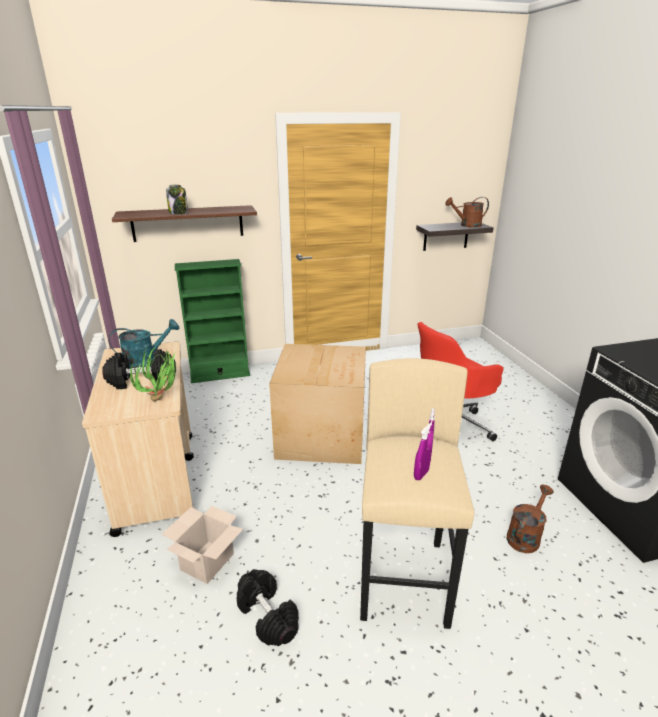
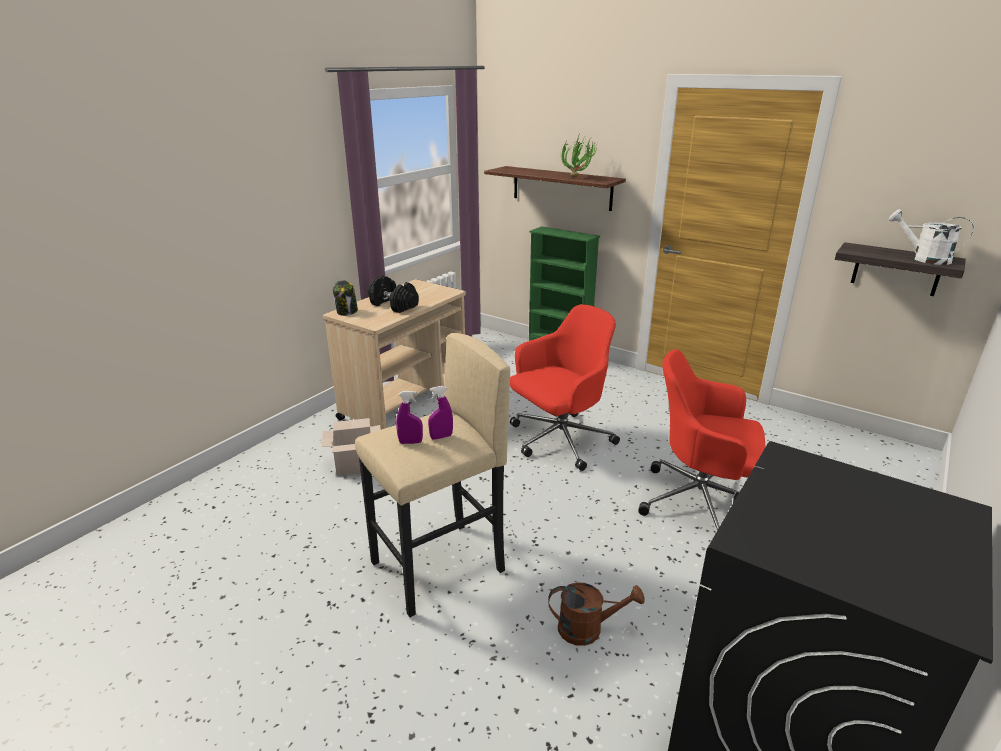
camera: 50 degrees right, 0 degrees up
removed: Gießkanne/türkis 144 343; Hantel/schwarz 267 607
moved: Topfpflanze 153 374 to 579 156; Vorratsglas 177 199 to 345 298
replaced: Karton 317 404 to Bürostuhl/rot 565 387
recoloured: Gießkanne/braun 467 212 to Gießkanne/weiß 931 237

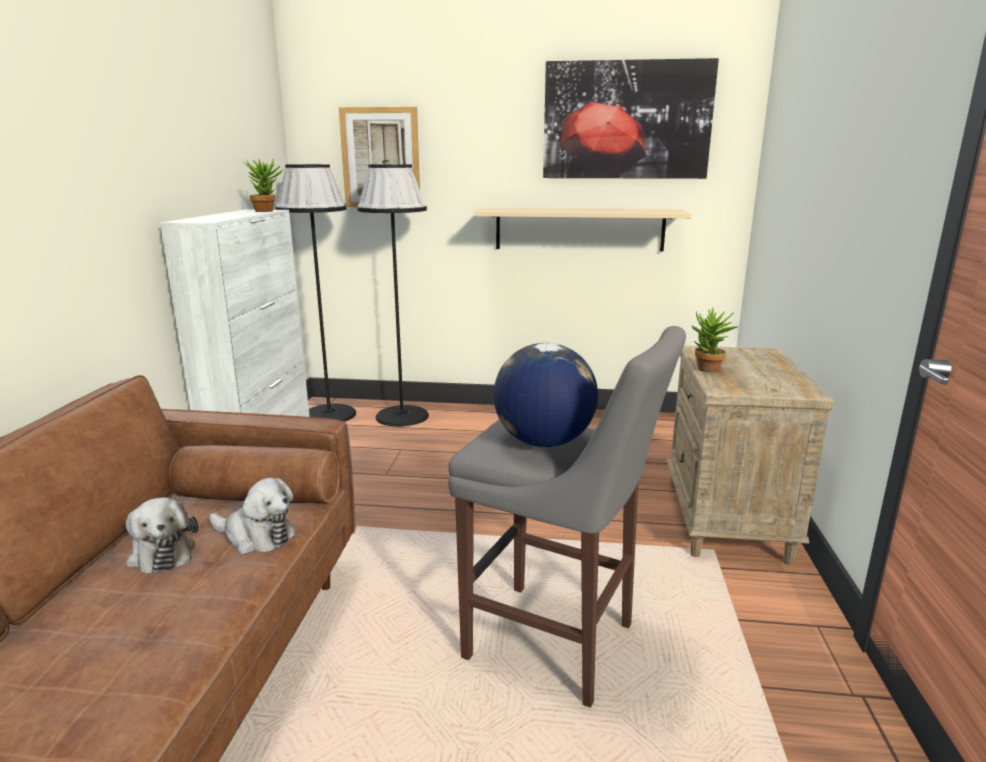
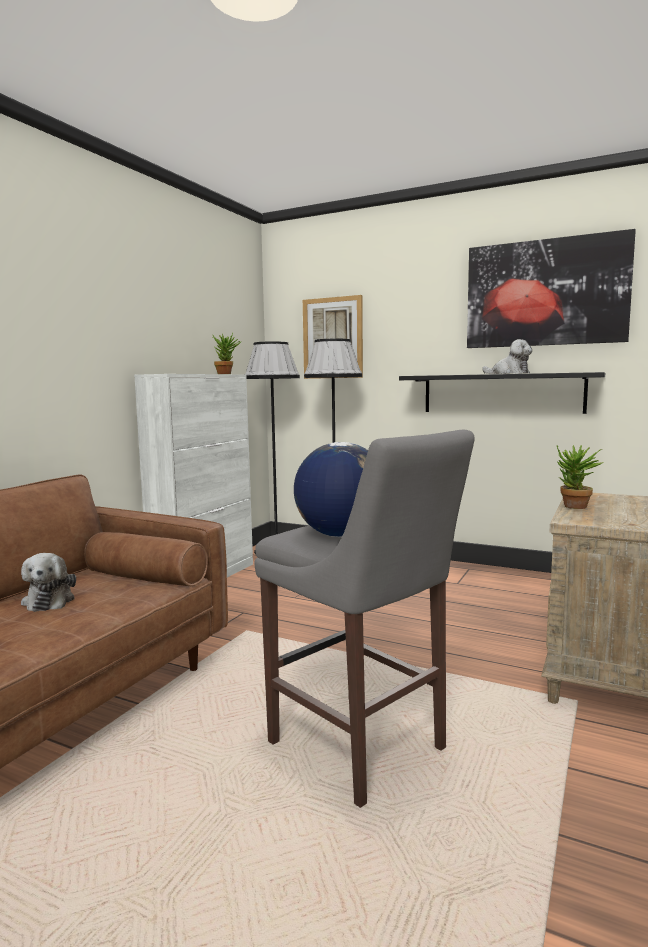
camera: 20 degrees right, 10 degrees down
moved: Plüschtier 252 516 to 507 356
recoloured: Wandregal/beige 582 230 to Wandregal/schwarz 502 393

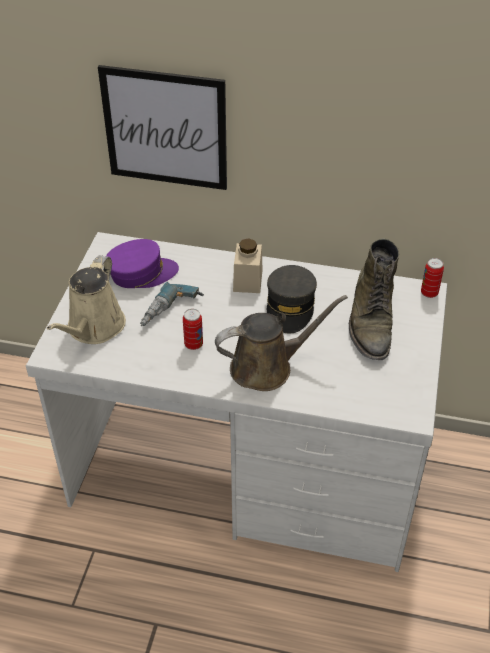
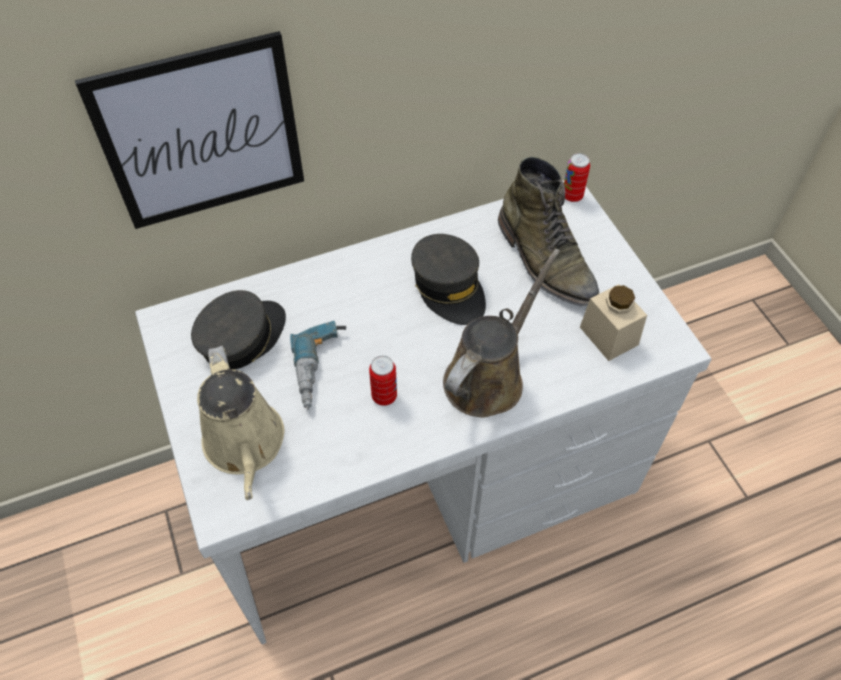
camera: 35 degrees left, 10 degrees up
moved: Vorratsglas/beige 248 265 to 613 322
recoloured: Kappe/lila 142 263 to Kappe/grau 238 330

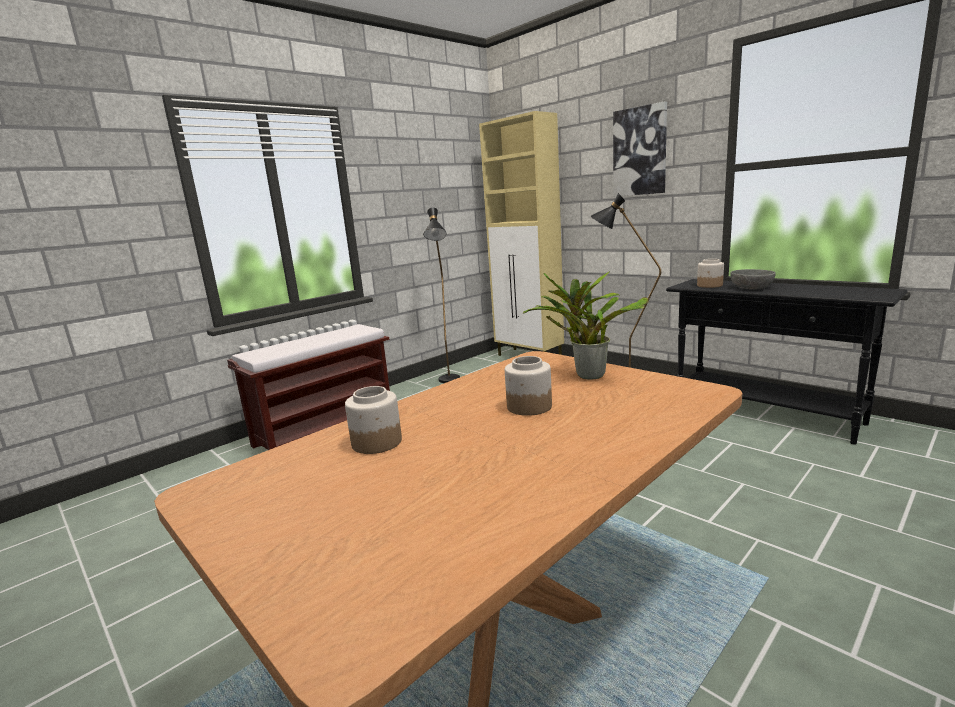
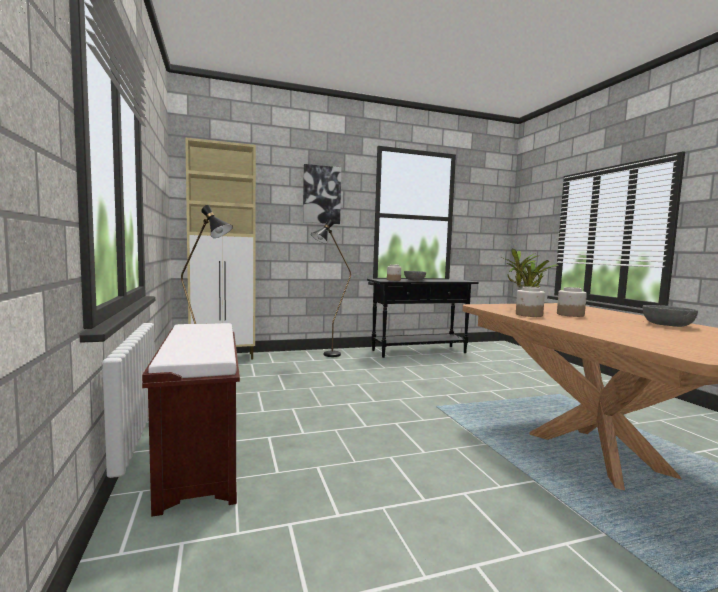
camera: 65 degrees left, 10 degrees down
added: Schüssel/grau 670 316
moved: Vorratsglas 373 420 to 530 302

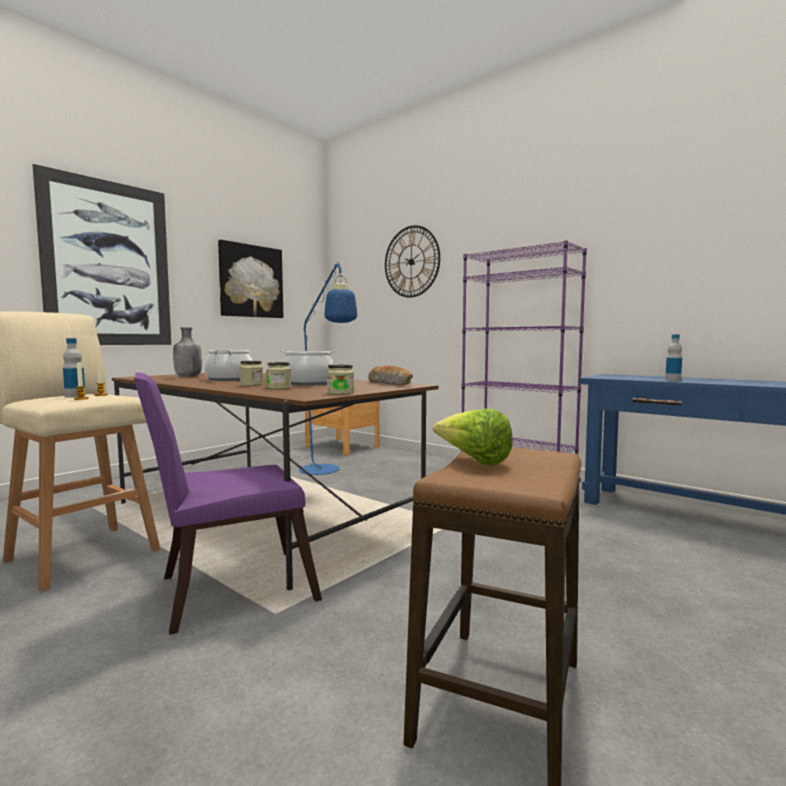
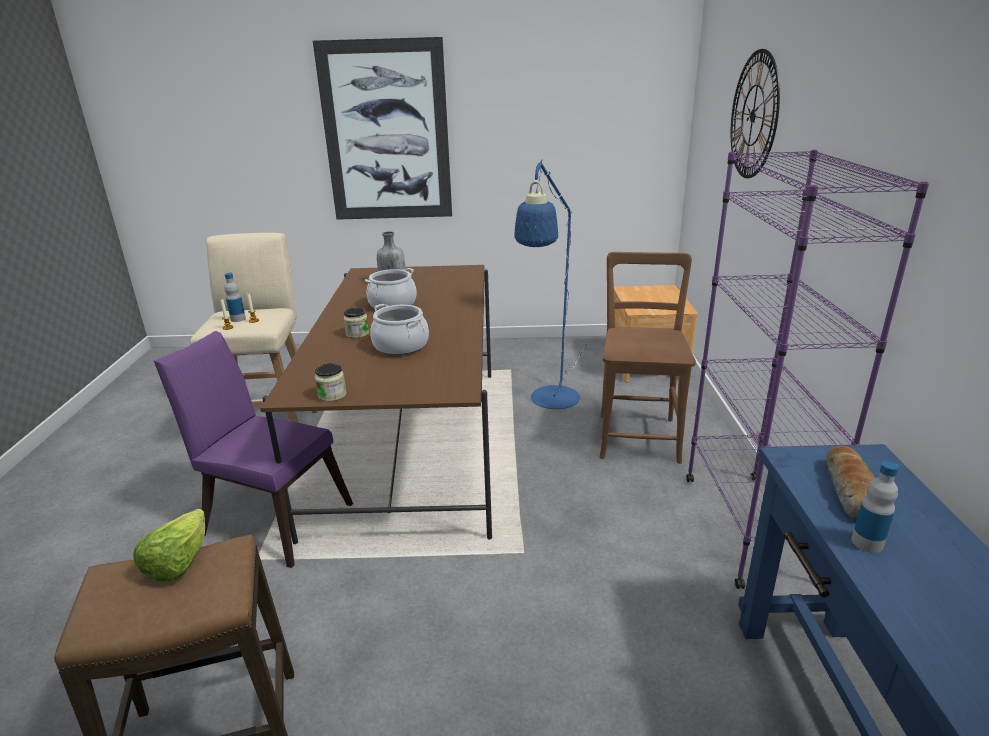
camera: 50 degrees right, 20 degrees up
removed: Bild 250 279; Vorratsglas 278 375
added: Stuhl/braun 648 358
moved: Brot 390 375 to 850 482

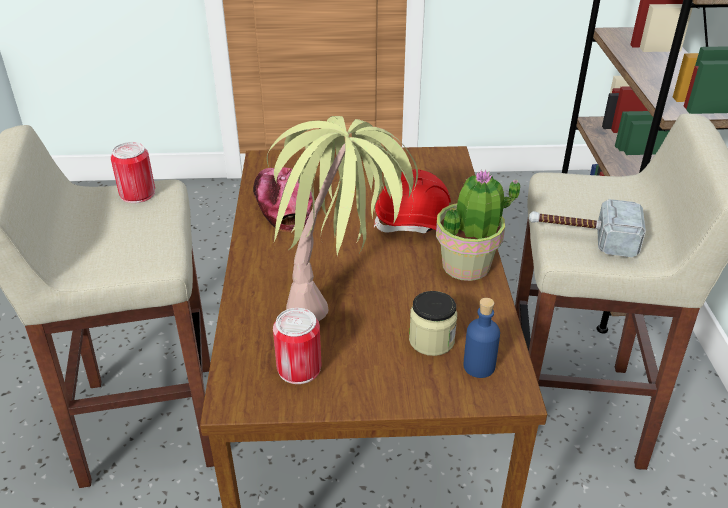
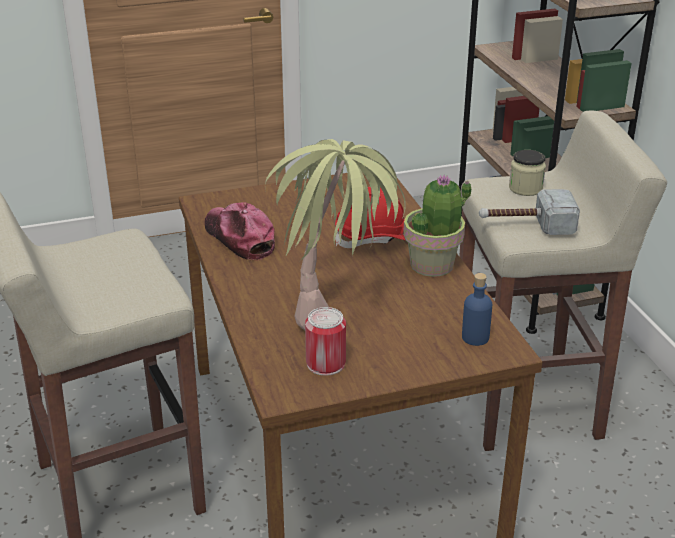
camera: 15 degrees left, 5 degrees down
removed: Dose 133 172
moved: Vorratsglas 433 323 to 527 173

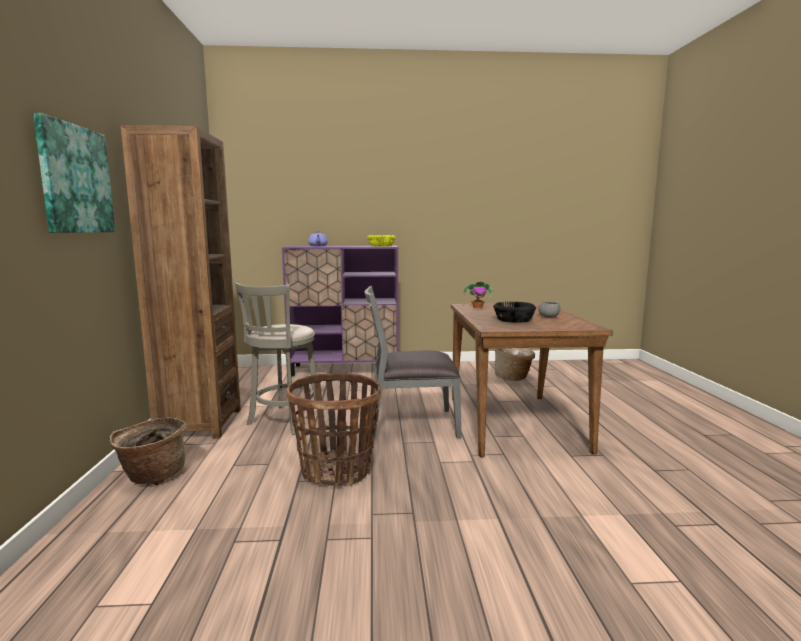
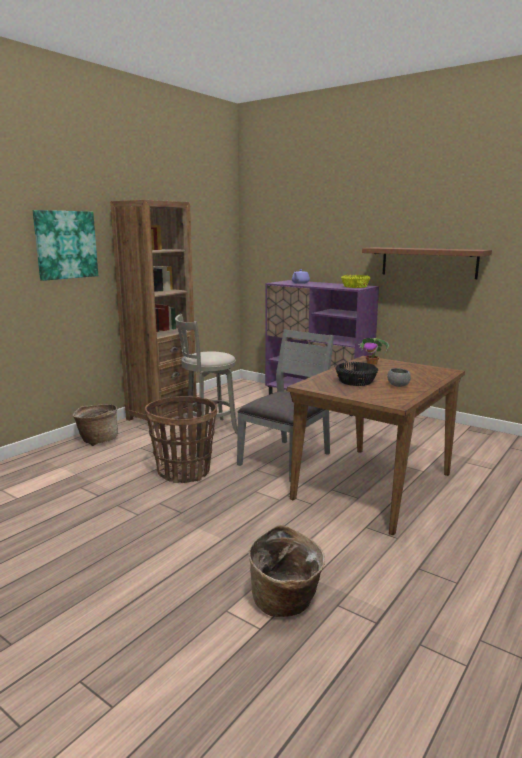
camera: 40 degrees right, 5 degrees up
added: Wandregal/braun 427 263
moved: Korb 514 364 to 287 571
turned: Stuhl/grau 413 362 = 285 405 90 degrees clockwise

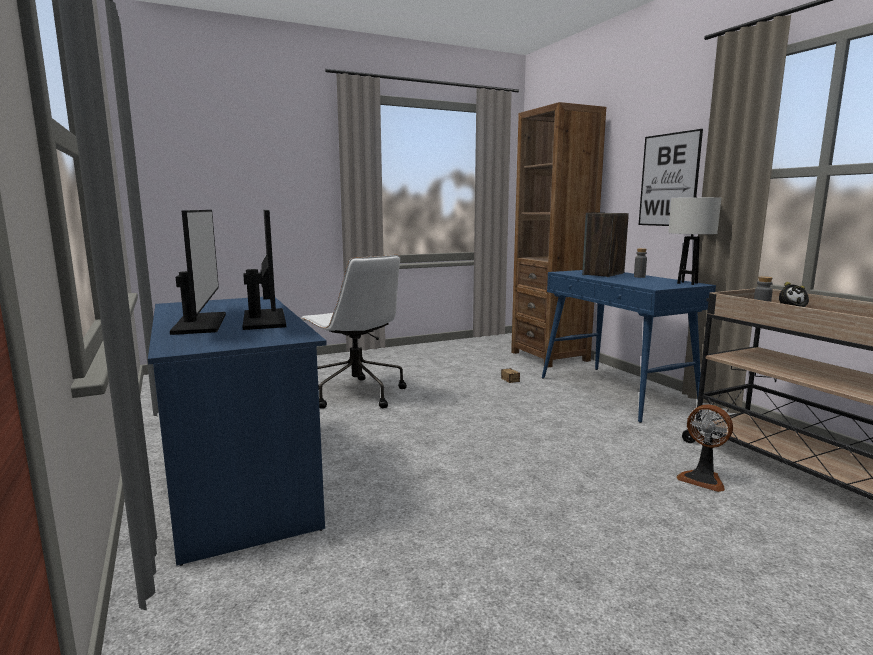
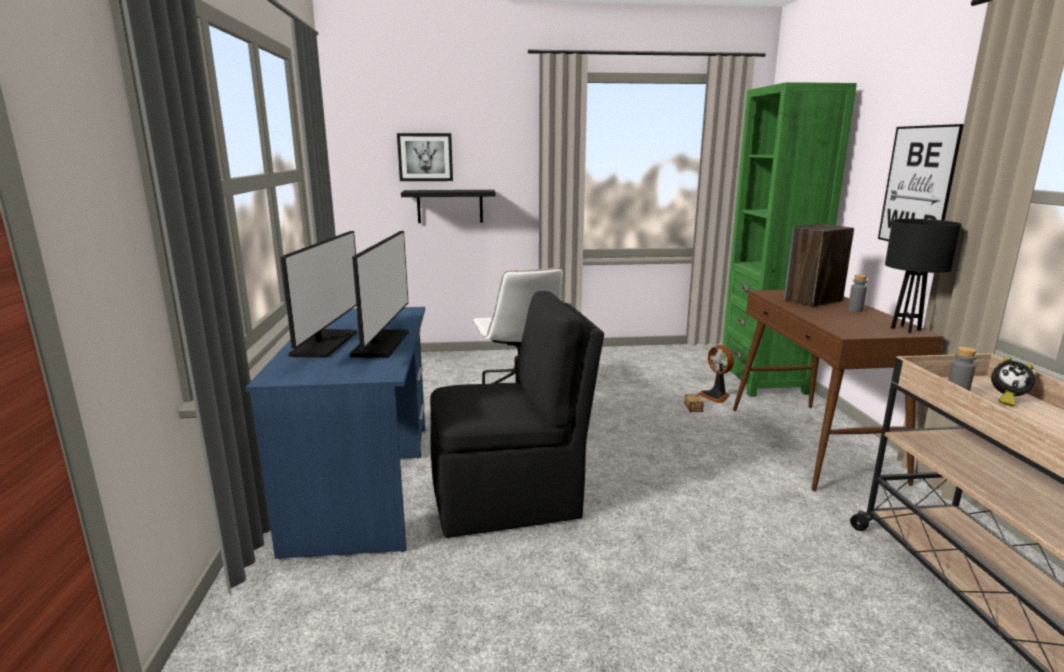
camera: 20 degrees right, 5 degrees up
added: Bild 425 157; Wandregal/schwarz 448 206; Stuhl/schwarz 517 414
moved: Ventilator 704 448 to 716 374
recoloured: Bücherregal/braun 558 235 to Bücherregal/grün 789 239; Konsolentisch/blau 629 346 to Konsolentisch/braun 838 390; Tischlampe/weiß 694 241 to Tischlampe/schwarz 923 276

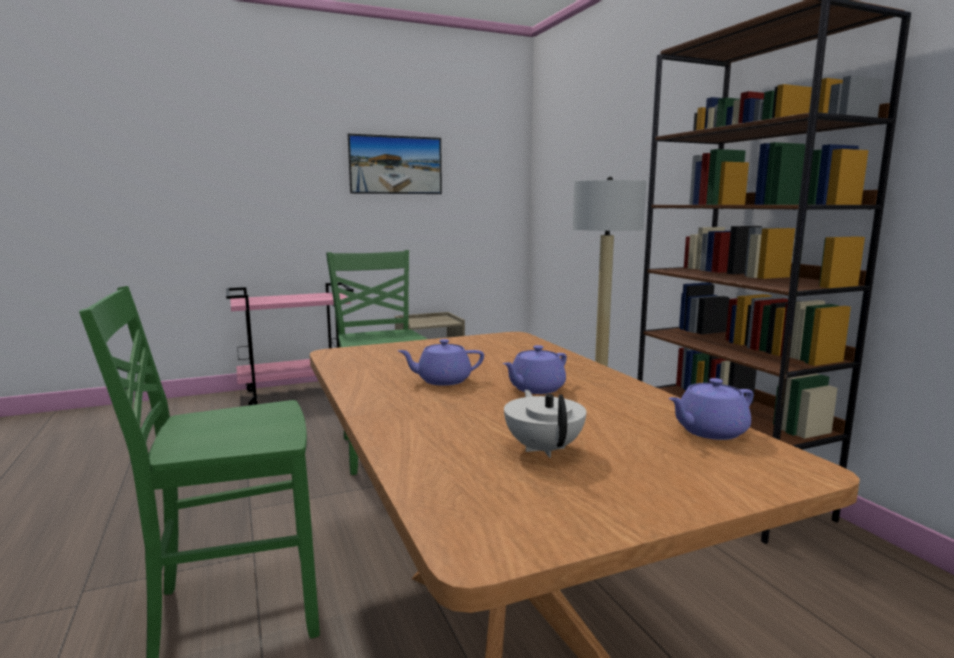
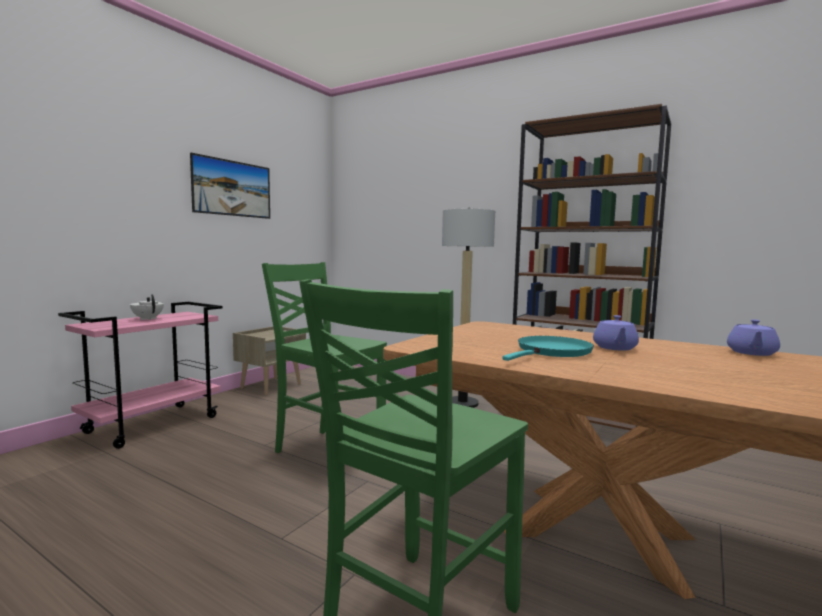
camera: 35 degrees left, 5 degrees down
moved: Teekanne/weiß 545 424 to 147 307
replaced: Teekanne/lila 441 362 to Pfanne/türkis 548 348

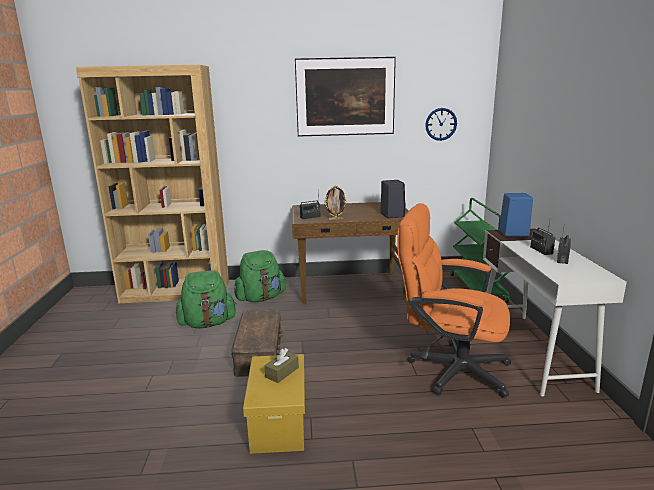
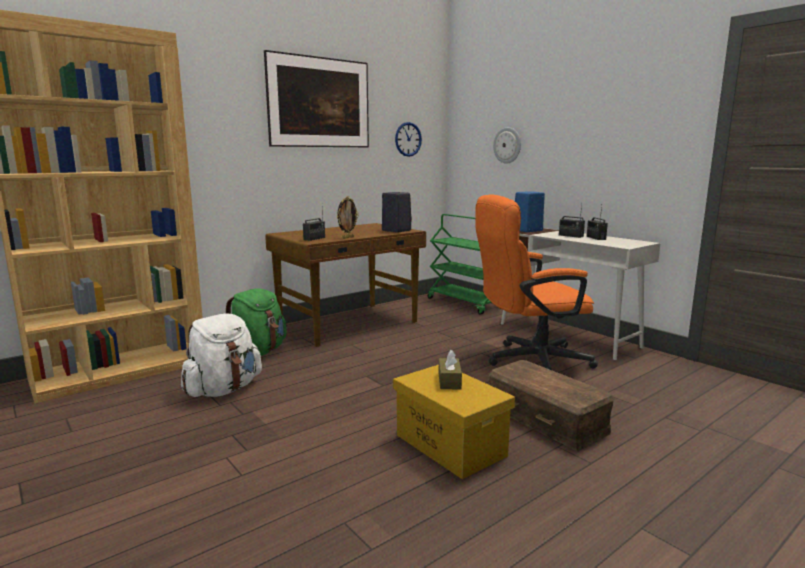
camera: 35 degrees left, 5 degrees down
added: Wanduhr 507 145
moved: Aufbewahrungsbox/braun 257 343 to 552 405
recoloured: Rucksack/grün 206 299 to Rucksack/weiß 221 355

